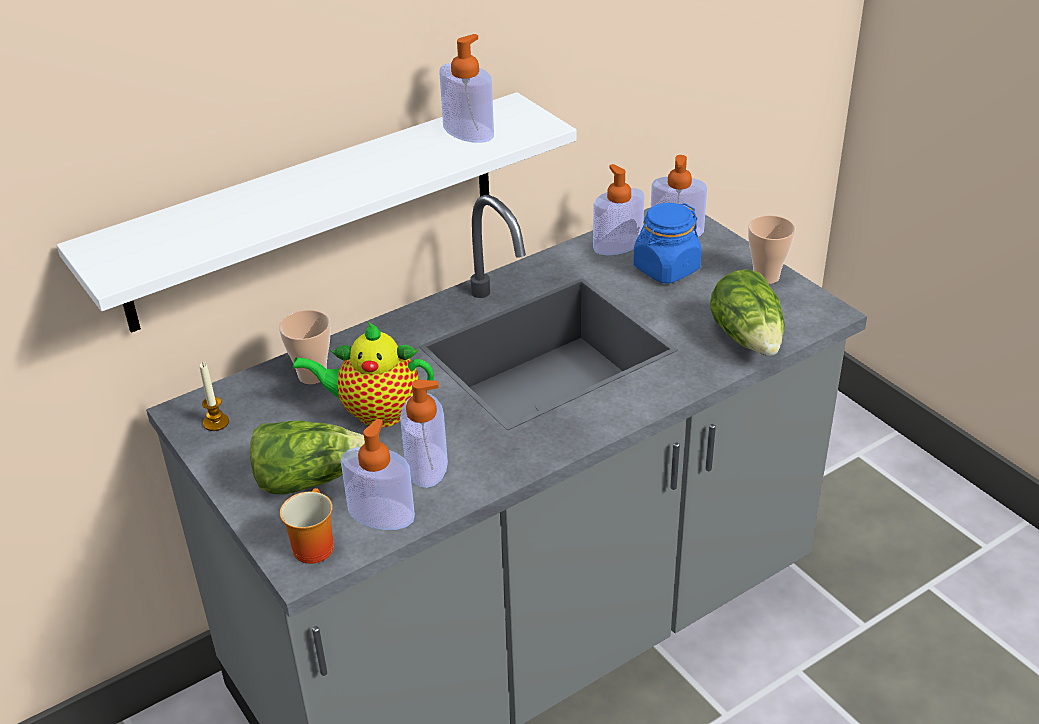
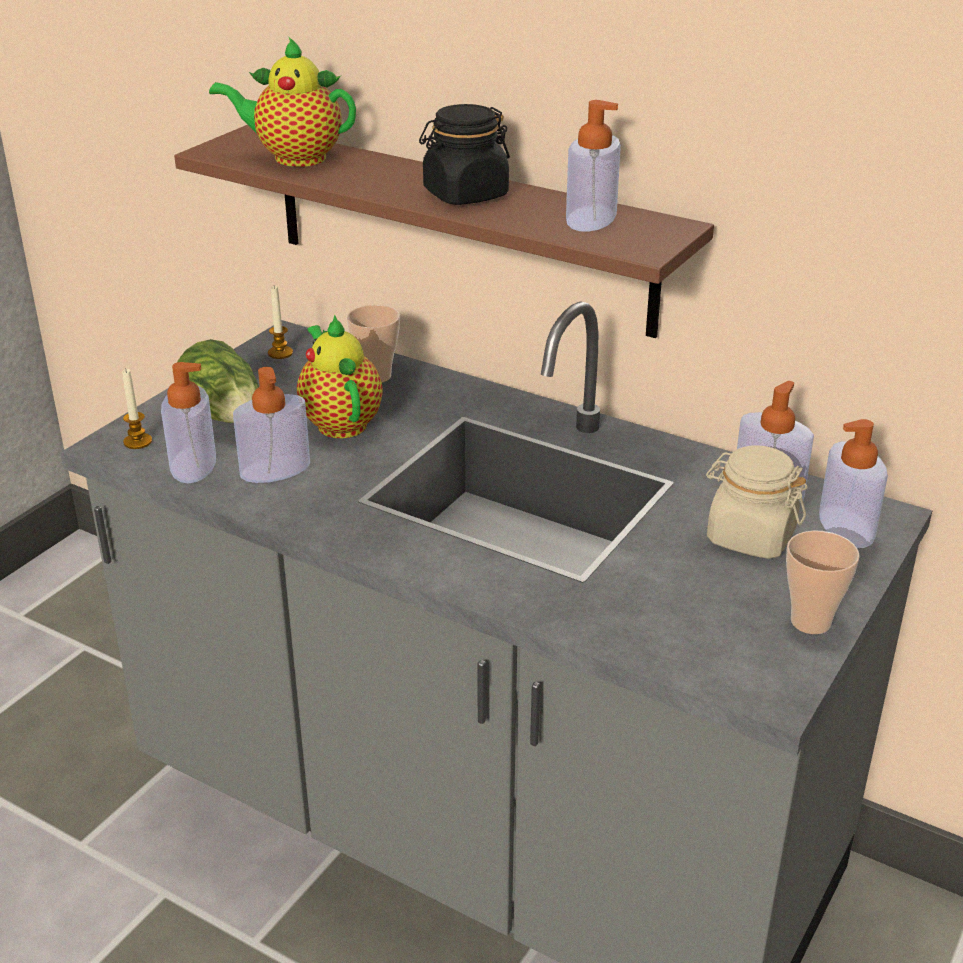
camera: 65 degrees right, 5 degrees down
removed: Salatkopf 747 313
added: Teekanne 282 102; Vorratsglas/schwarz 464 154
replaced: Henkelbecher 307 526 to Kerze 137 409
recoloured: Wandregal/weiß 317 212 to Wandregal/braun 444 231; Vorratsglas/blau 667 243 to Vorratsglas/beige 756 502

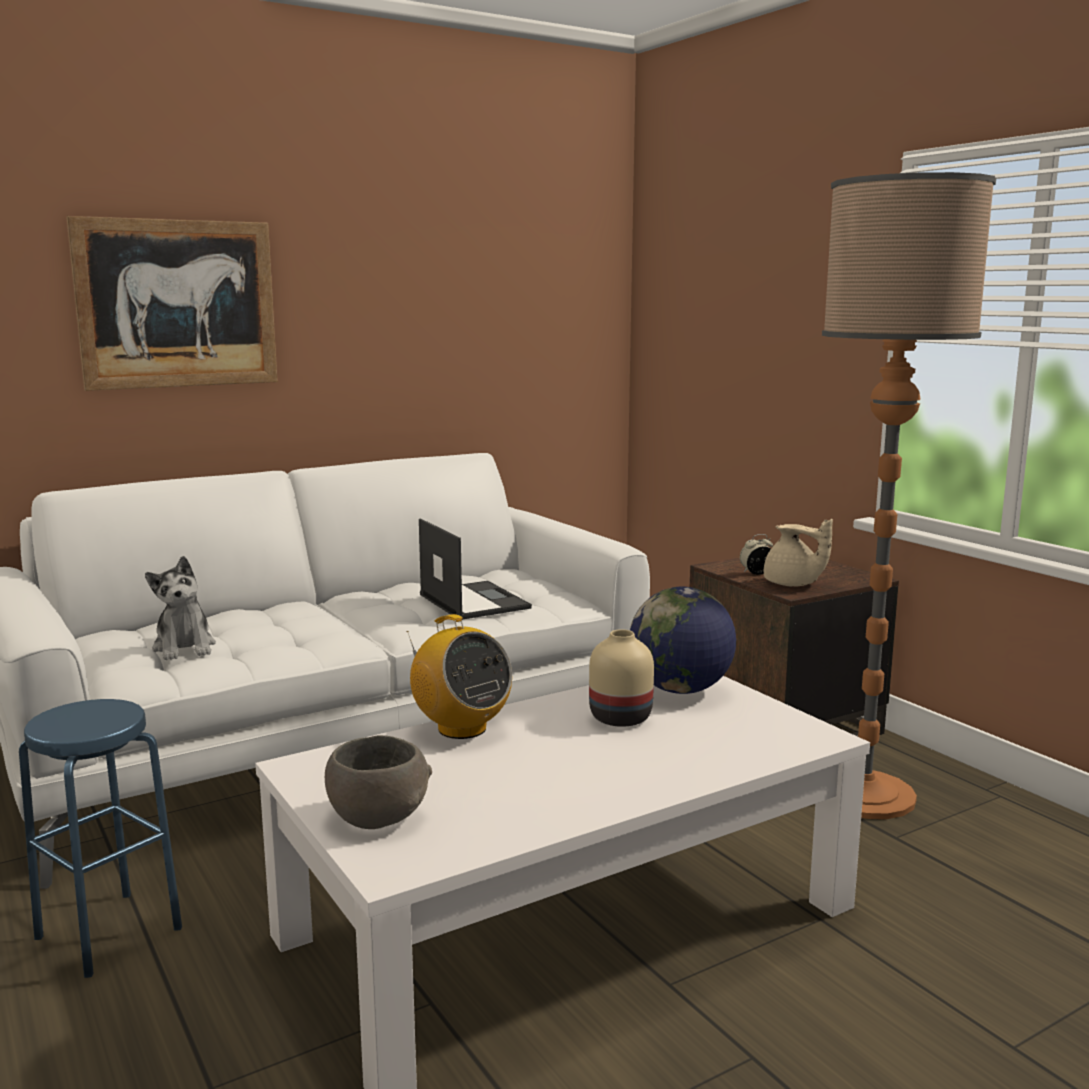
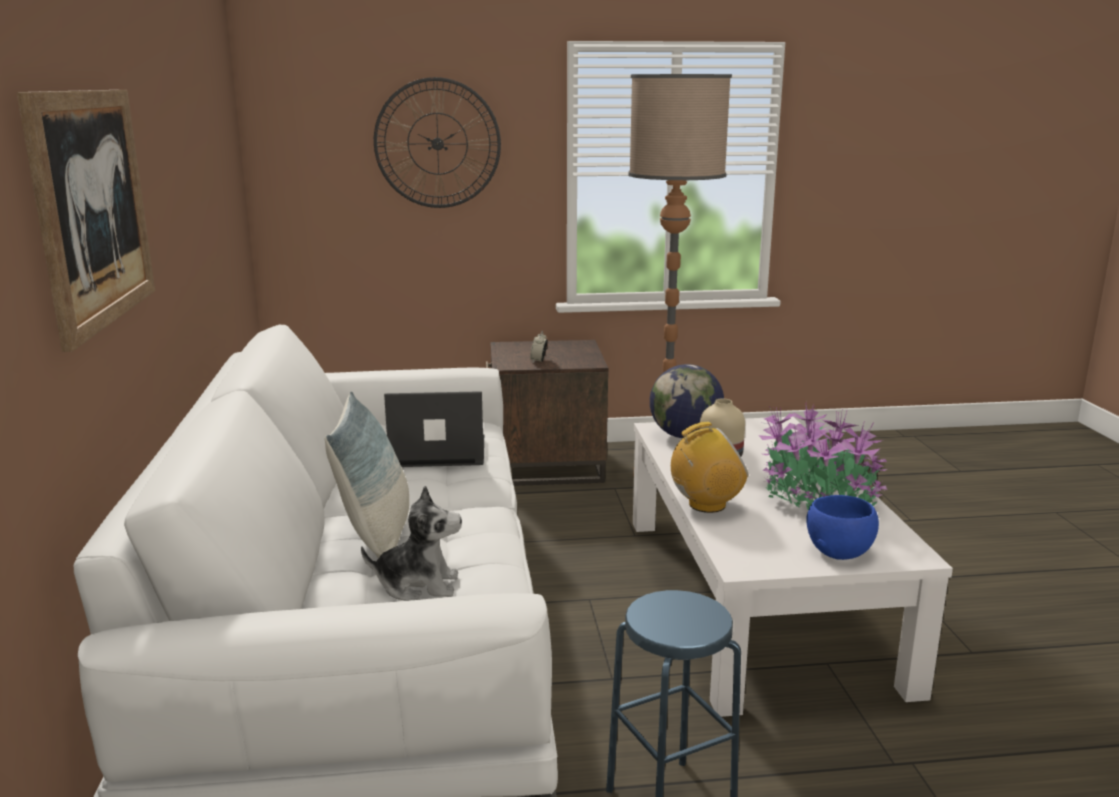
camera: 65 degrees left, 5 degrees up
removed: Teekanne/beige 798 553
added: Kissen 367 475; Wanduhr 437 142; Topfpflanze 823 458
recoloured: Schüssel/grau 378 782 to Schüssel/blau 842 527

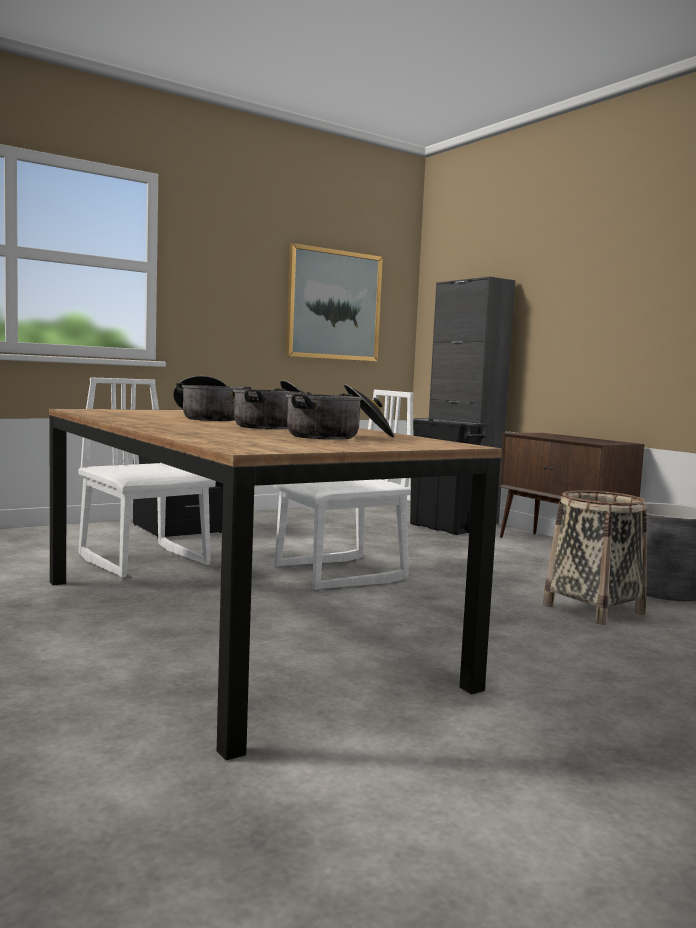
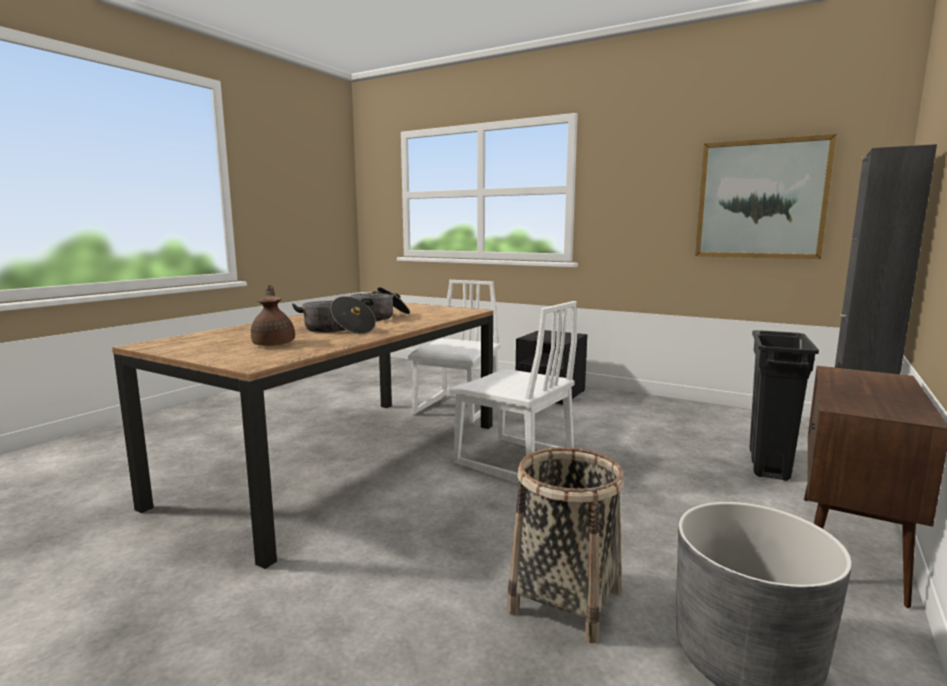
camera: 65 degrees right, 5 degrees up
replaced: Kochtopf 340 412 to Teekanne/braun 273 315

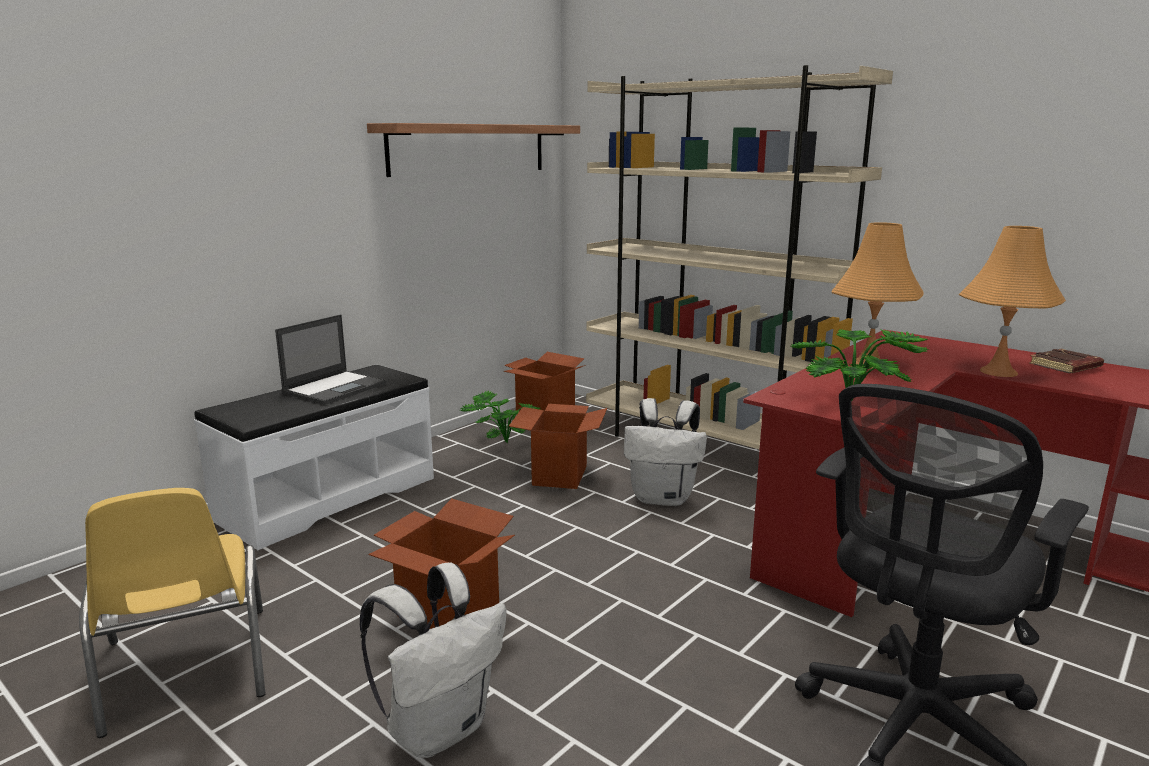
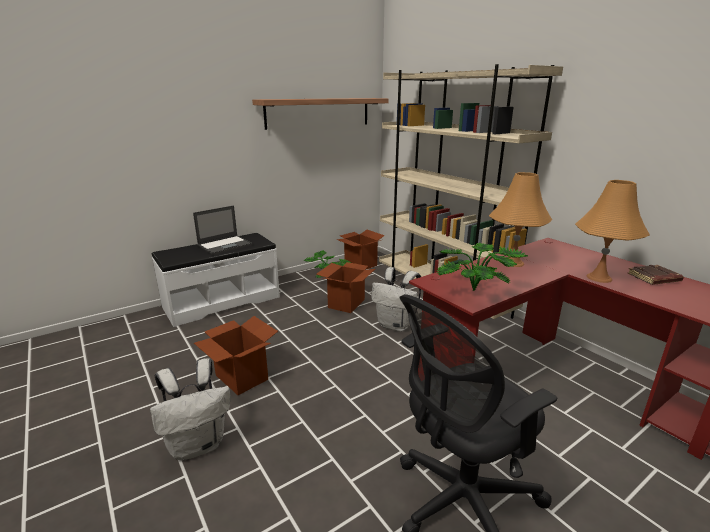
camera: 15 degrees right, 5 degrees up
removed: Stuhl/gelb 172 613

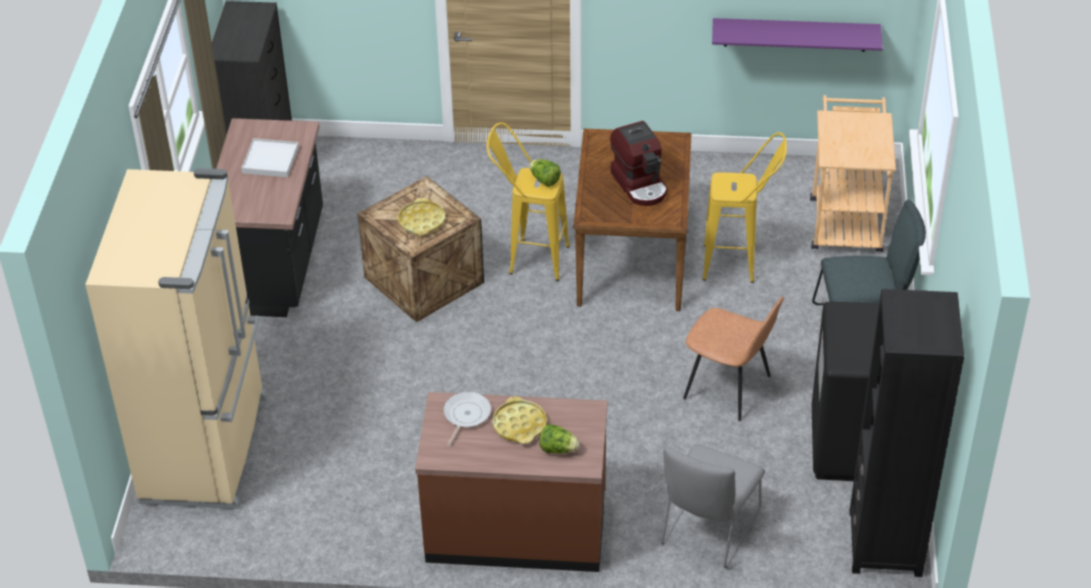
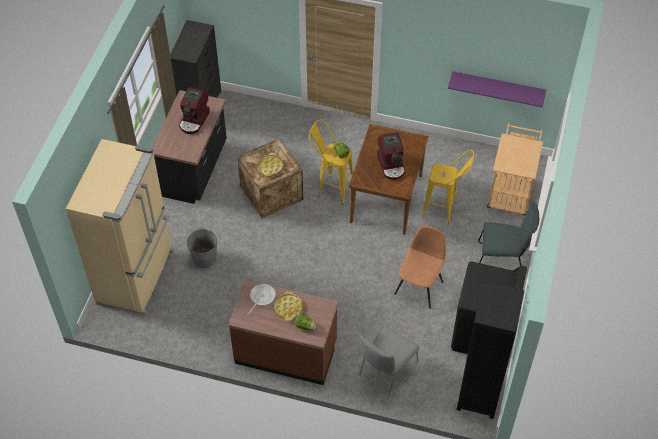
camera: 10 degrees right, 10 degrees up
added: Eimer/grau 202 248
replaced: Tablett/weiß 270 157 to Kaffeemaschine 194 110
turned: Stuhl/braun 733 358 = 420 266 105 degrees counterclockwise

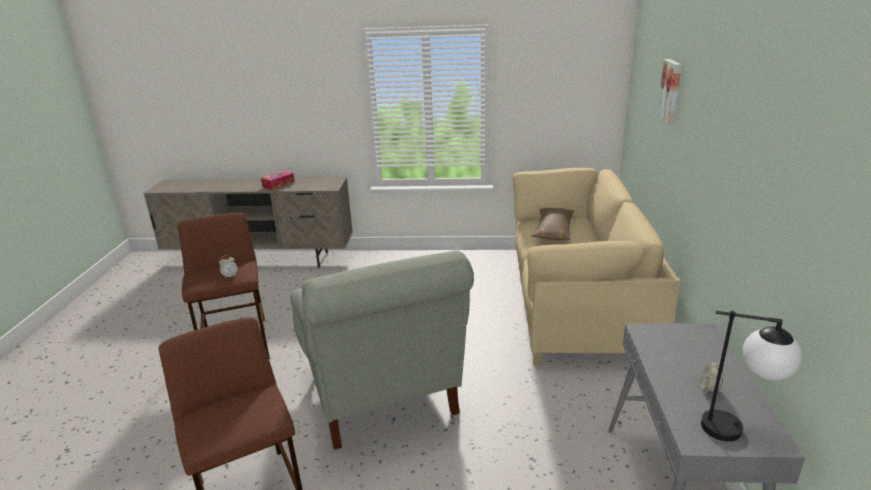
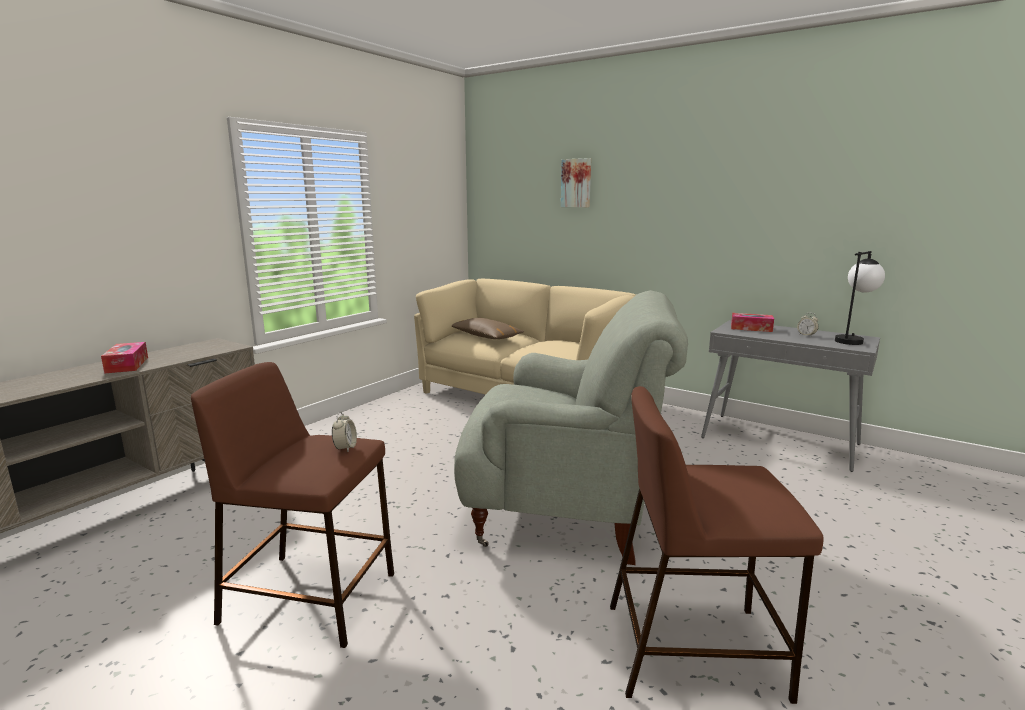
camera: 60 degrees left, 10 degrees down
added: Taschentuchbox 752 322

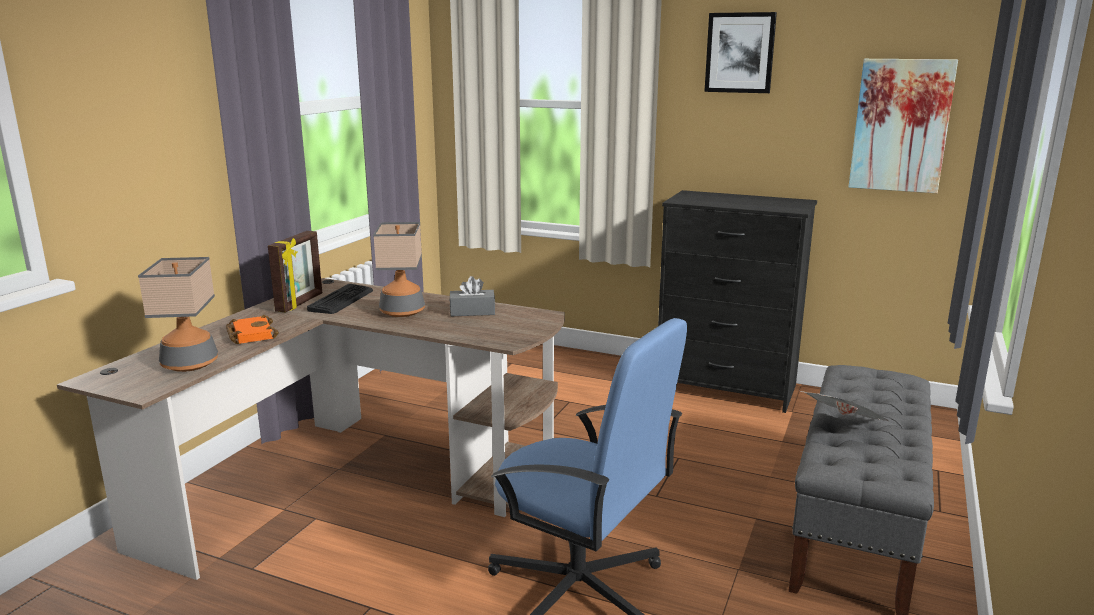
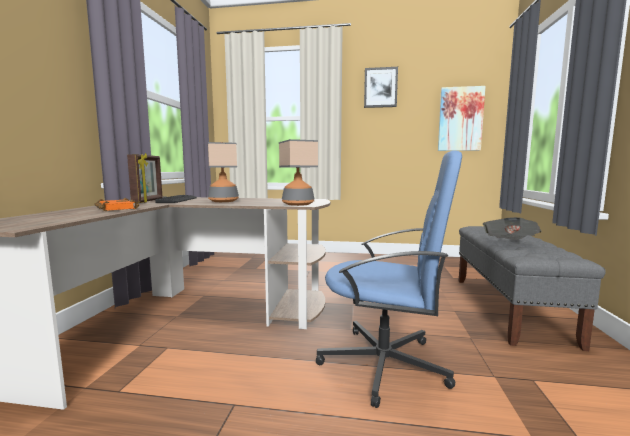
camera: 15 degrees left, 10 degrees down
removed: Taschentuchbox/grau 472 296; Kommode/schwarz 737 301
moved: Tischlampe 178 314 to 298 172

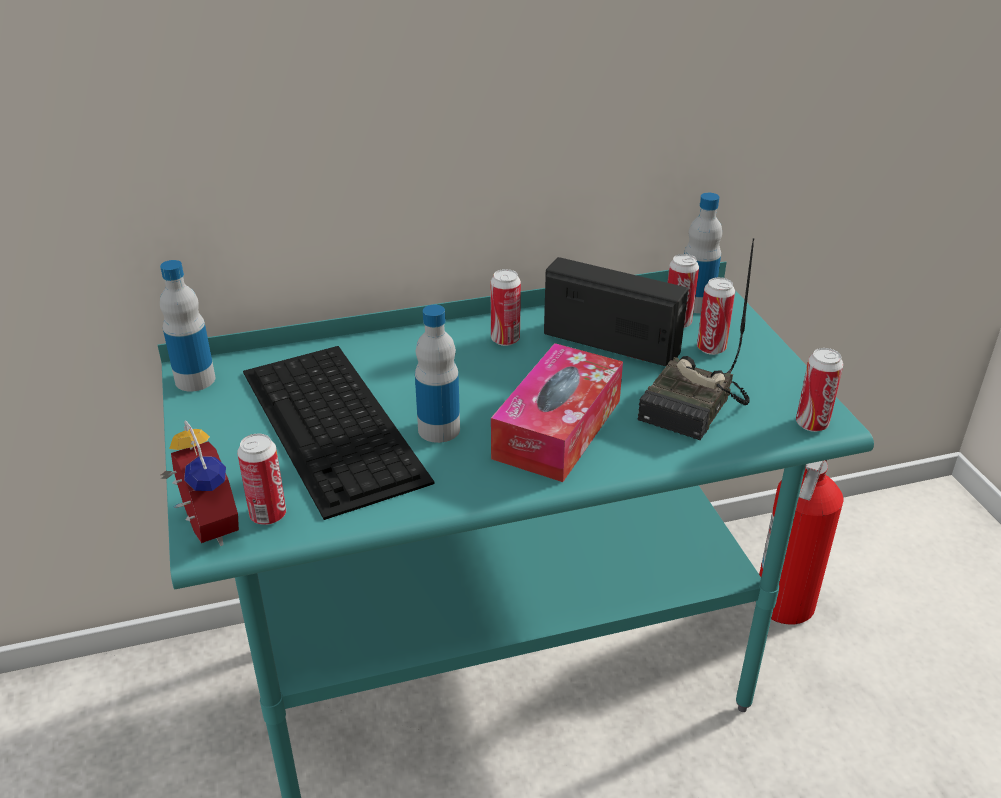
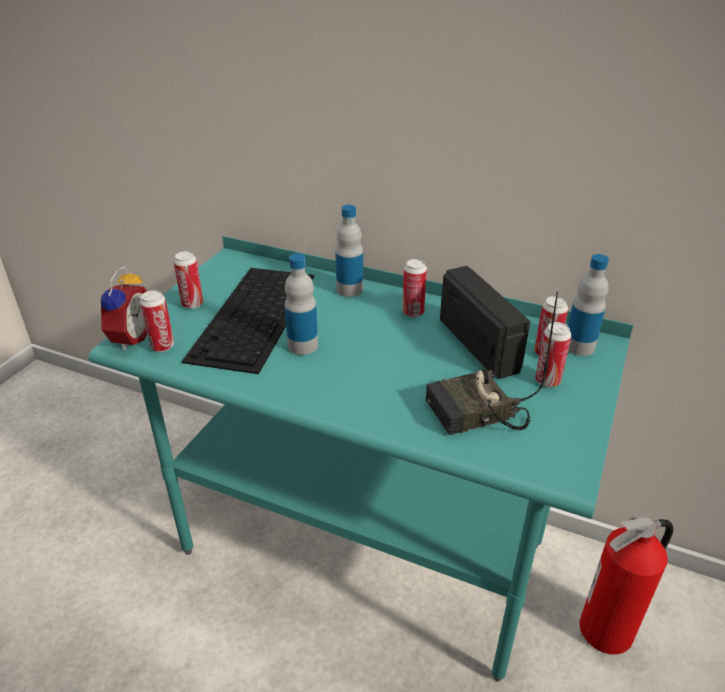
camera: 40 degrees right, 0 degrees up
removed: Taschentuchbox 557 412
moved: Flasche 188 325 to 349 251; Dose 819 390 to 188 280

